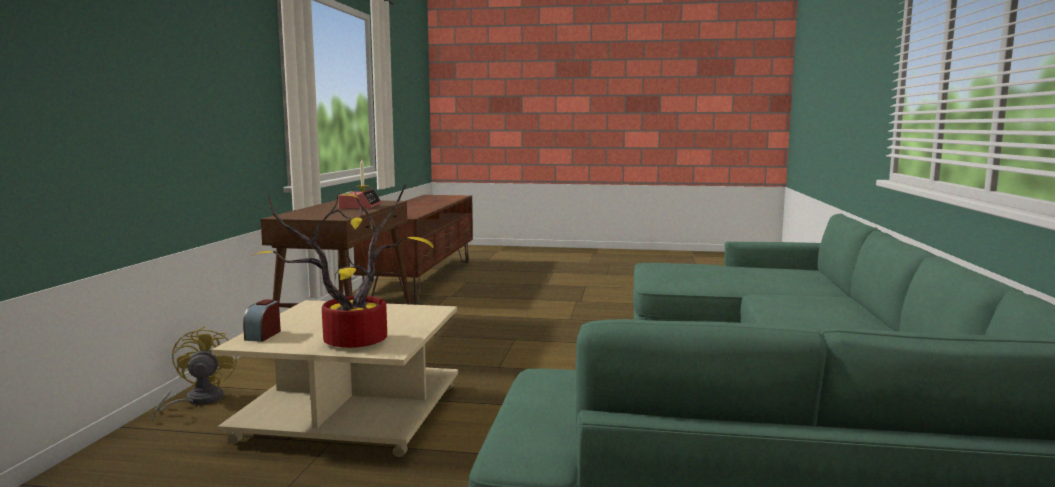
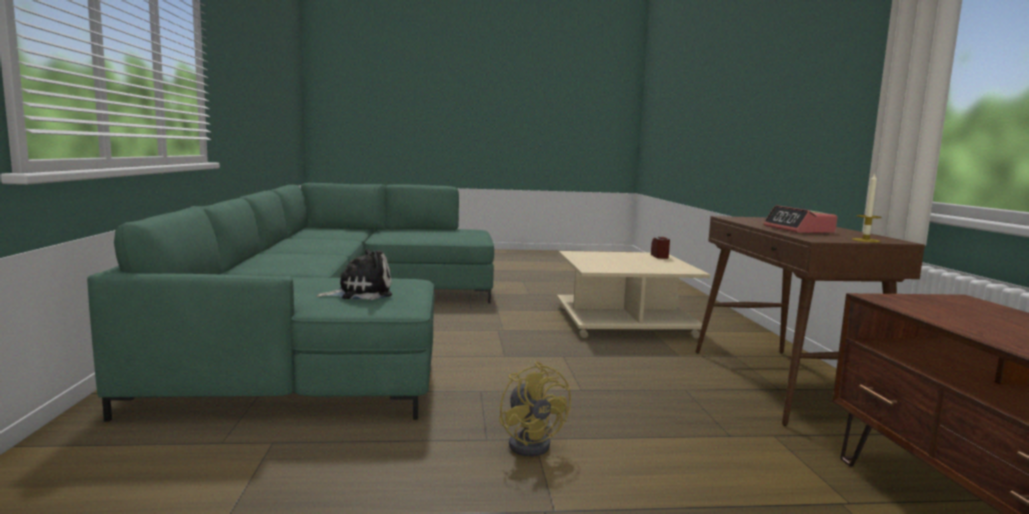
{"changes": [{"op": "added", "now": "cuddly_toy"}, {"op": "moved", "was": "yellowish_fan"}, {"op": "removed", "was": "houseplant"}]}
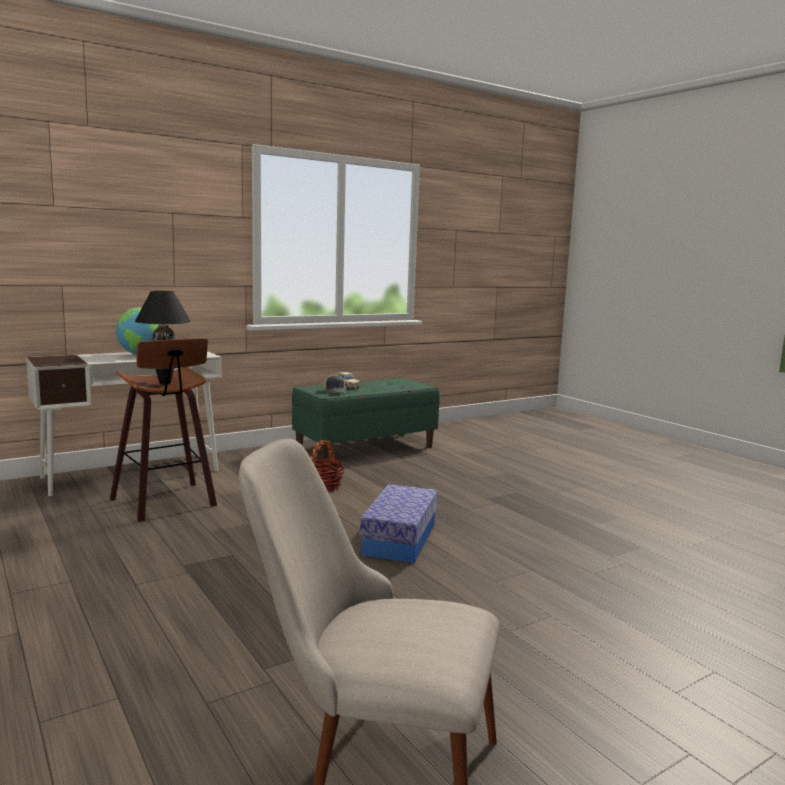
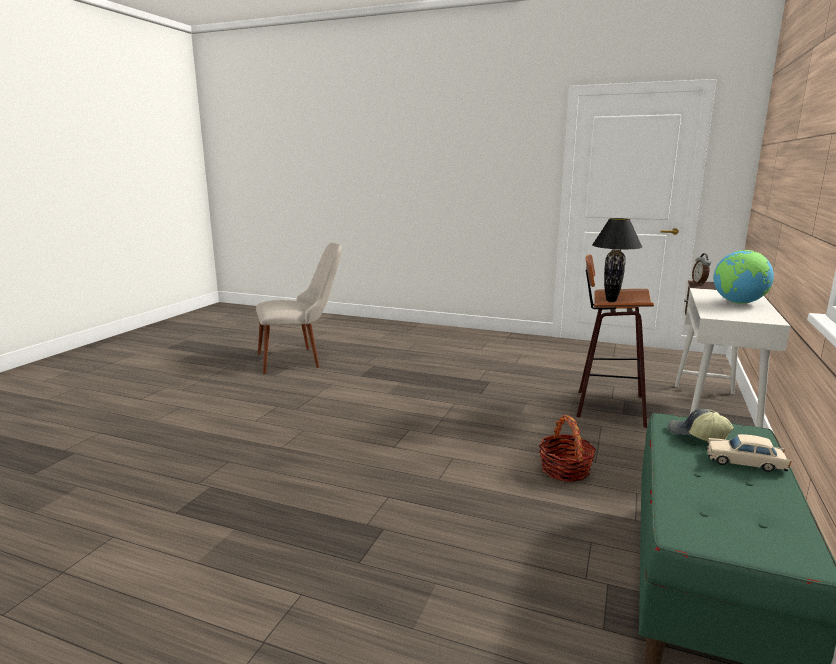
{"changes": [{"op": "added", "now": "alarm_clock"}, {"op": "removed", "was": "storage_box"}]}
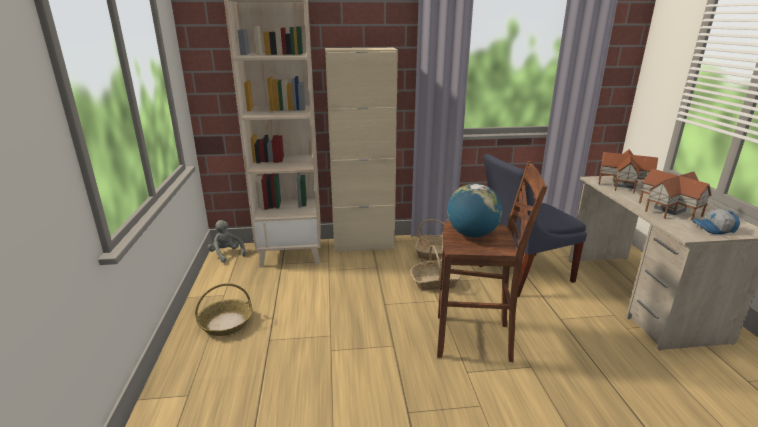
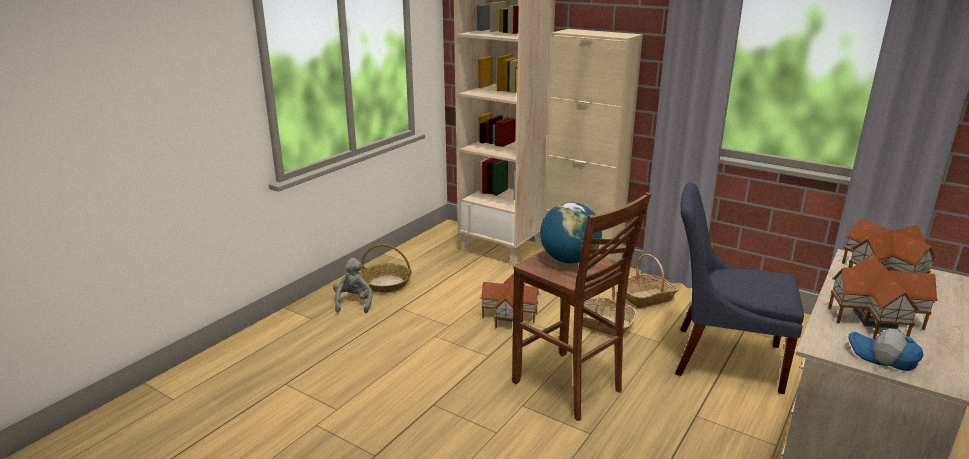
{"changes": [{"op": "moved", "was": "greyish_cuddly_toy"}, {"op": "added", "now": "model_house (1st from left)"}]}
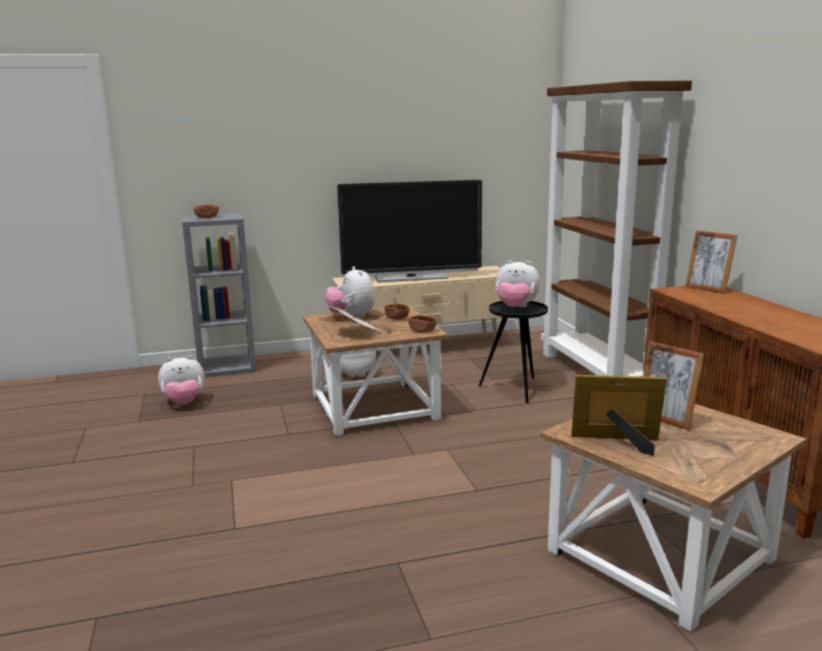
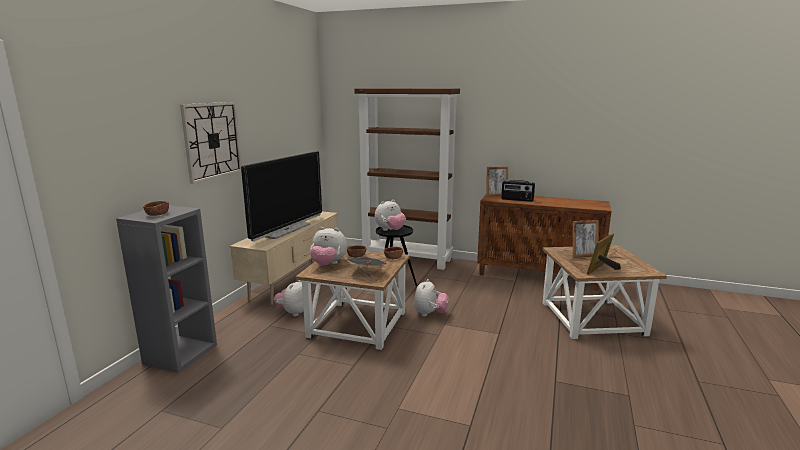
{"changes": [{"op": "added", "now": "wall_clock"}, {"op": "moved", "was": "cuddly_toy (1st from left in the first image)", "now": "cuddly_toy (4th from left)"}, {"op": "added", "now": "radio_set"}]}
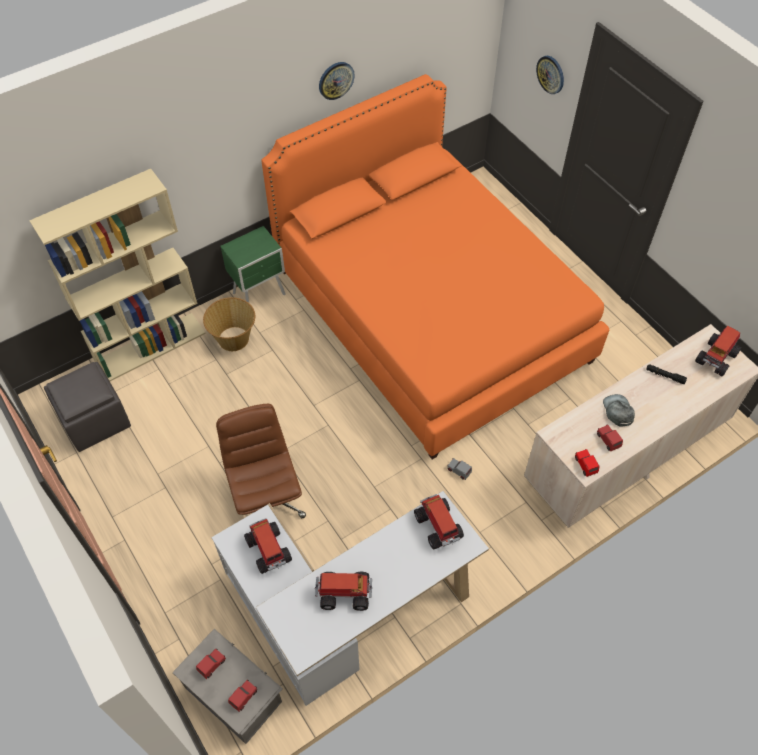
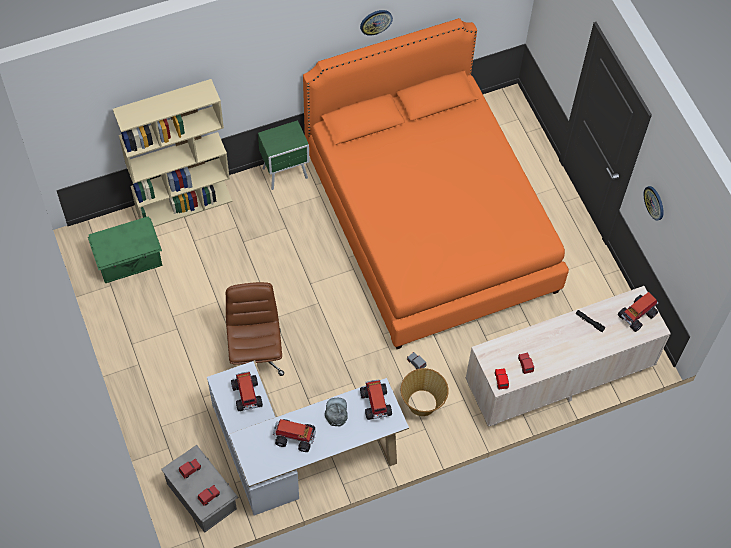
{"changes": [{"op": "replaced", "was": "greyish_pouffe", "now": "green-coloured_storage_box"}, {"op": "moved", "was": "greyish_peaked_cap"}, {"op": "moved", "was": "household_basket"}, {"op": "moved", "was": "wall_clock (2nd from left)"}]}
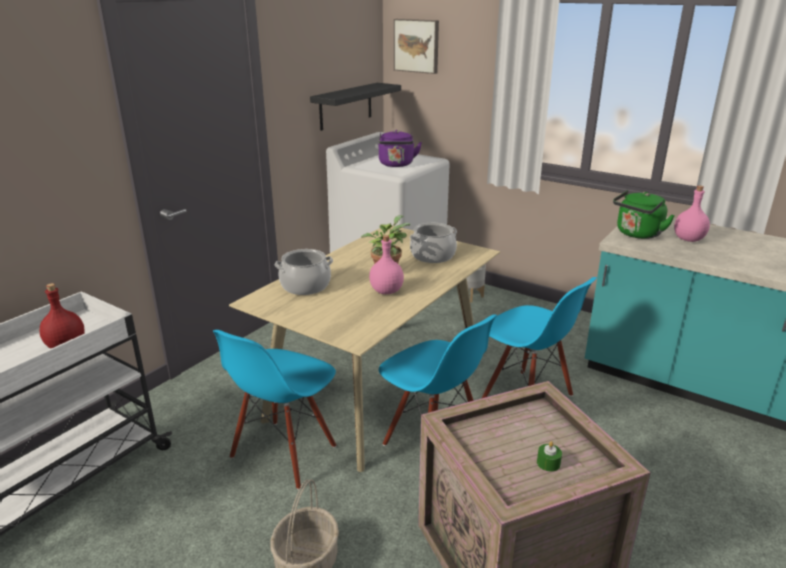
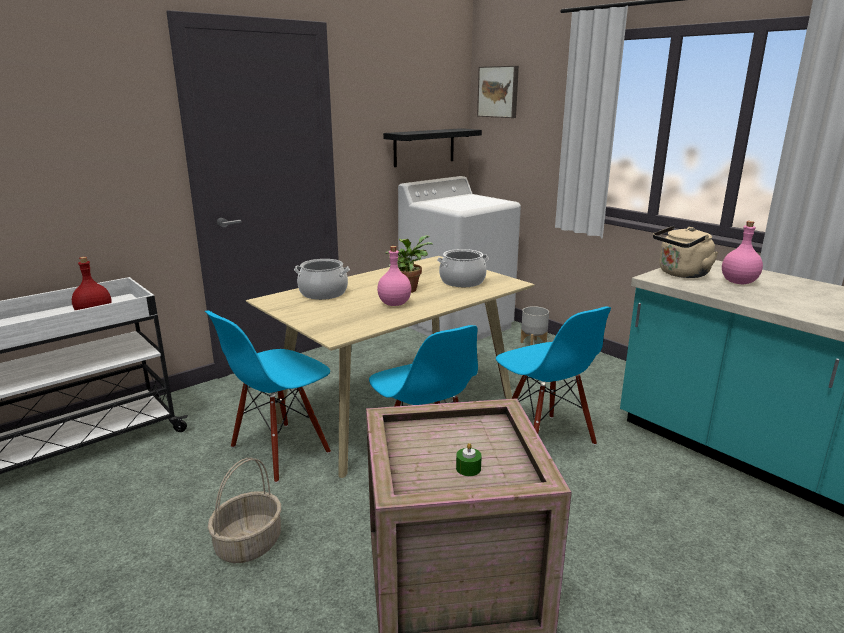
{"changes": [{"op": "recoloured", "was": "green-coloured_water_kettle", "now": "sand-coloured_water_kettle"}, {"op": "removed", "was": "purple_water_kettle"}]}
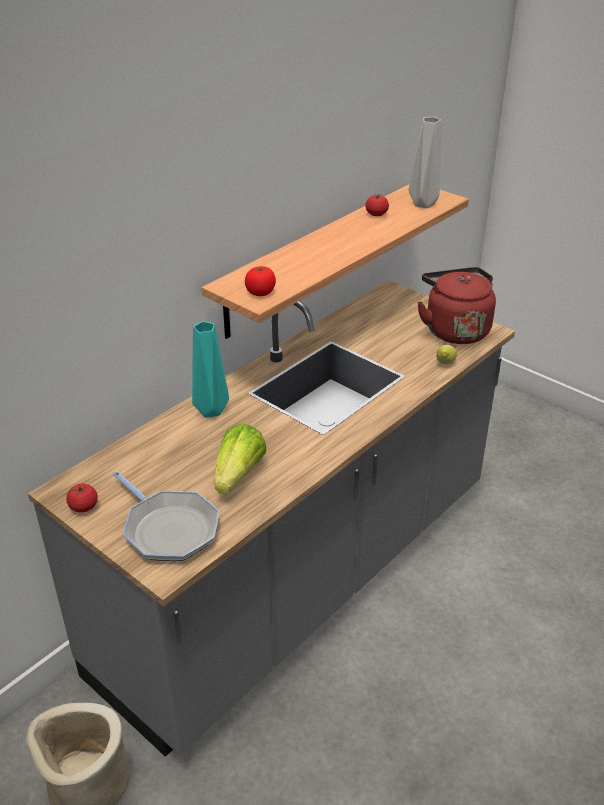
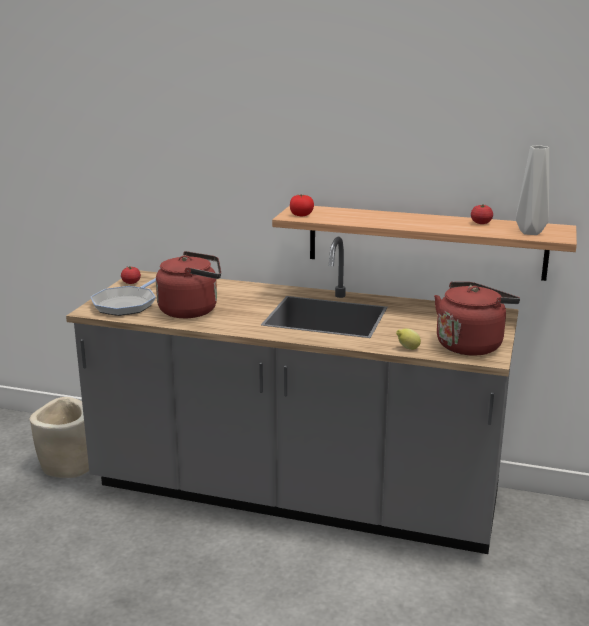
{"changes": [{"op": "replaced", "was": "lettuce_head", "now": "red_water_kettle (1st from left)"}, {"op": "removed", "was": "turquoise-coloured_vase"}]}
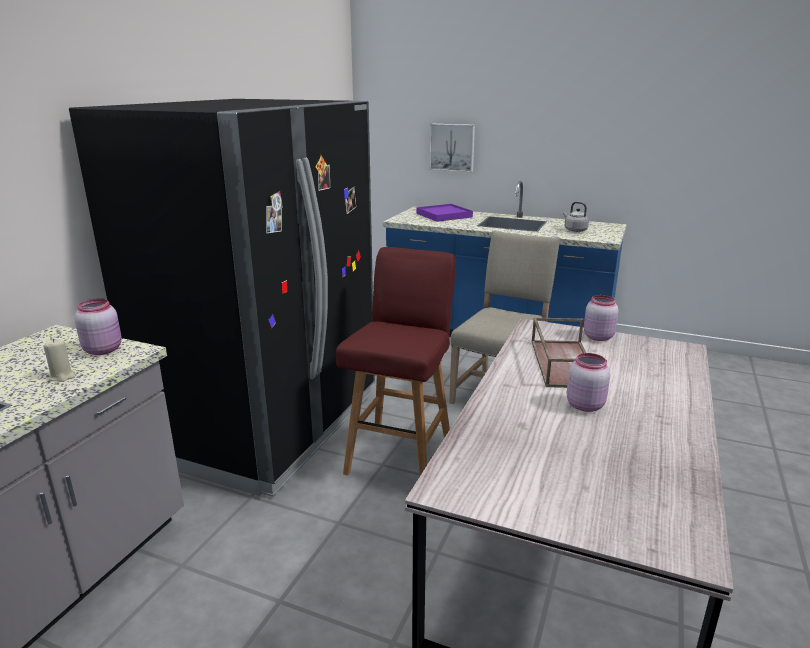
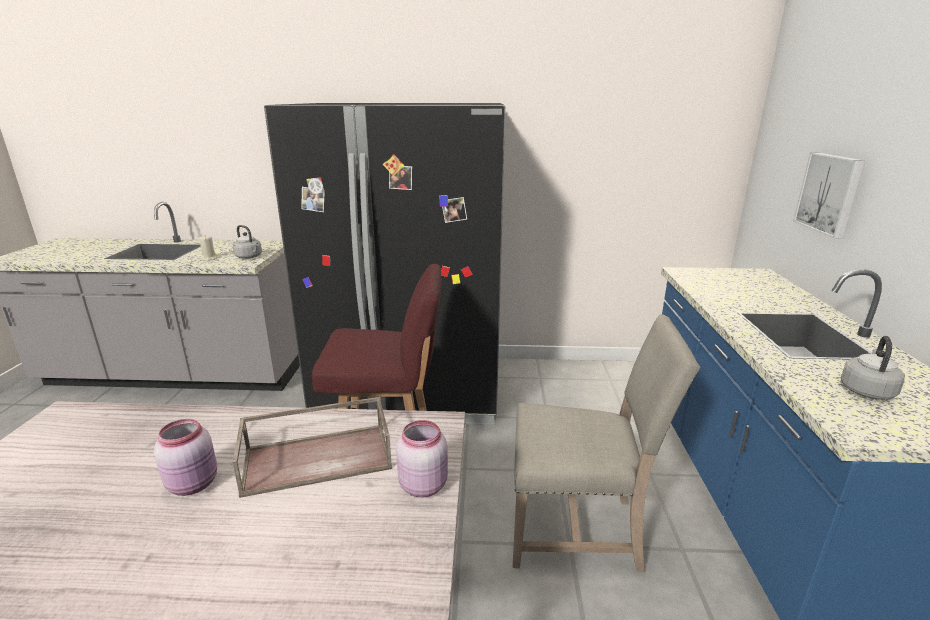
{"changes": [{"op": "replaced", "was": "pink-coloured_storage_jar (1st from left)", "now": "greyish_water_kettle (1st from left)"}, {"op": "removed", "was": "purple_tray"}]}
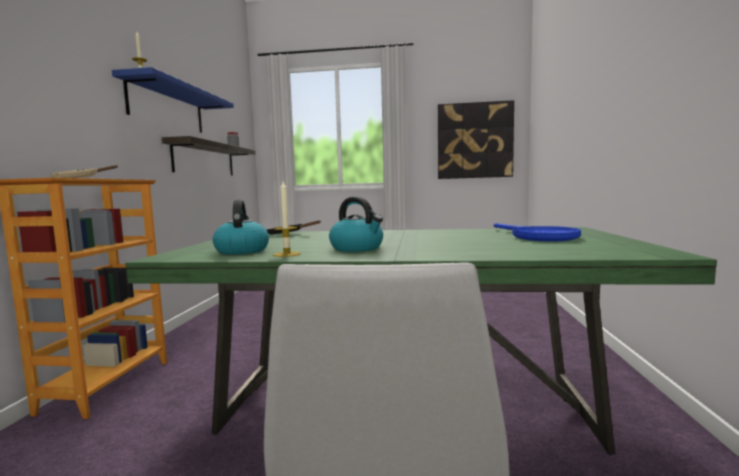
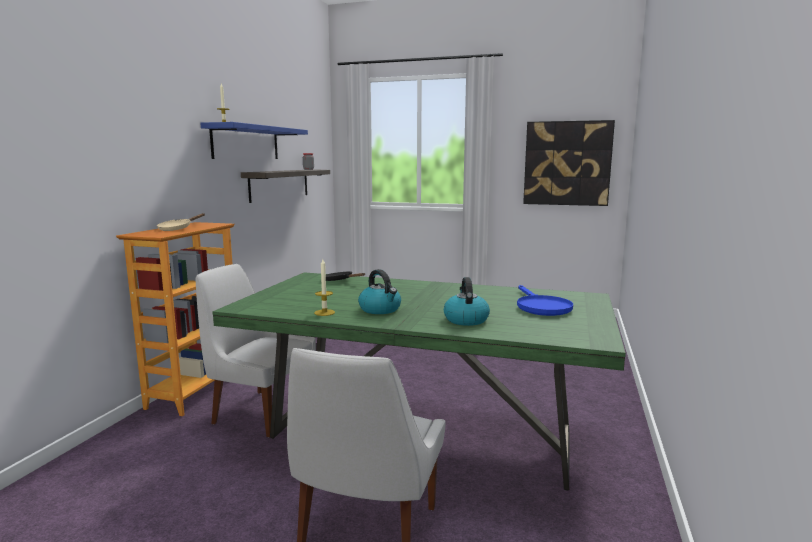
{"changes": [{"op": "added", "now": "white_plain_chair (1st from left)"}, {"op": "moved", "was": "water_kettle (1st from left in the first image)", "now": "water_kettle (2nd from left)"}]}
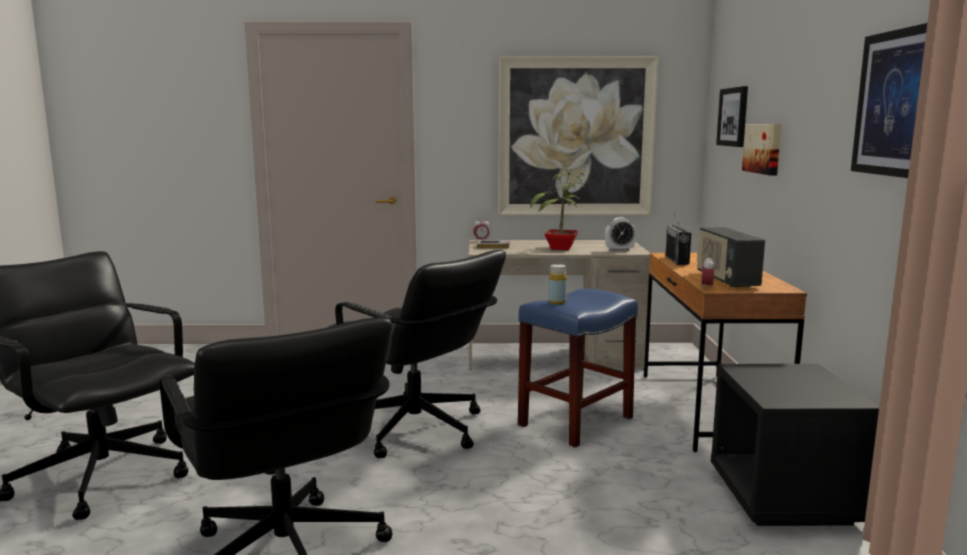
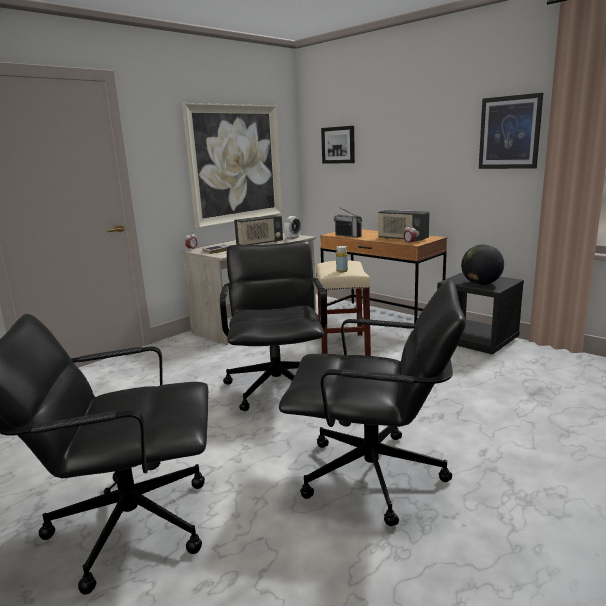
{"changes": [{"op": "turned", "was": "black_computer_chair (3rd from left in the first image)", "clockwise": -90}, {"op": "replaced", "was": "houseplant", "now": "radio_set (1st from left)"}, {"op": "recoloured", "was": "blue-coloured_sitting_stool", "now": "sand-coloured_sitting_stool"}, {"op": "added", "now": "globe"}, {"op": "removed", "was": "picture (3rd from left)"}]}
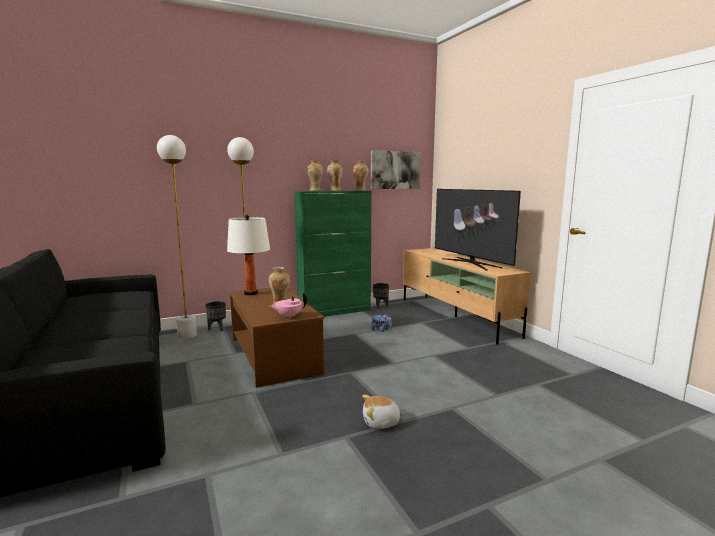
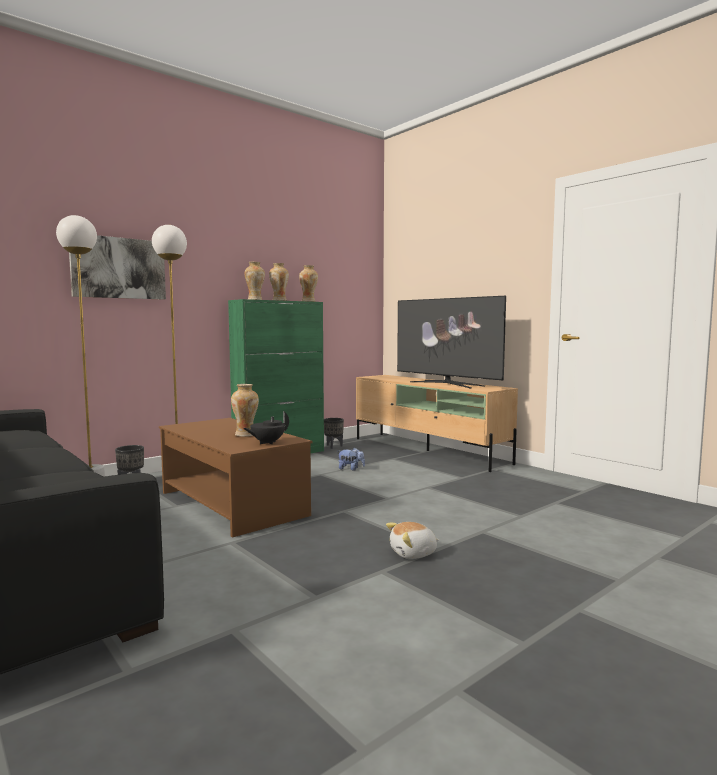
{"changes": [{"op": "moved", "was": "picture"}, {"op": "recoloured", "was": "pink-coloured_tea_pot", "now": "black_tea_pot"}, {"op": "removed", "was": "white_table_lamp"}]}
